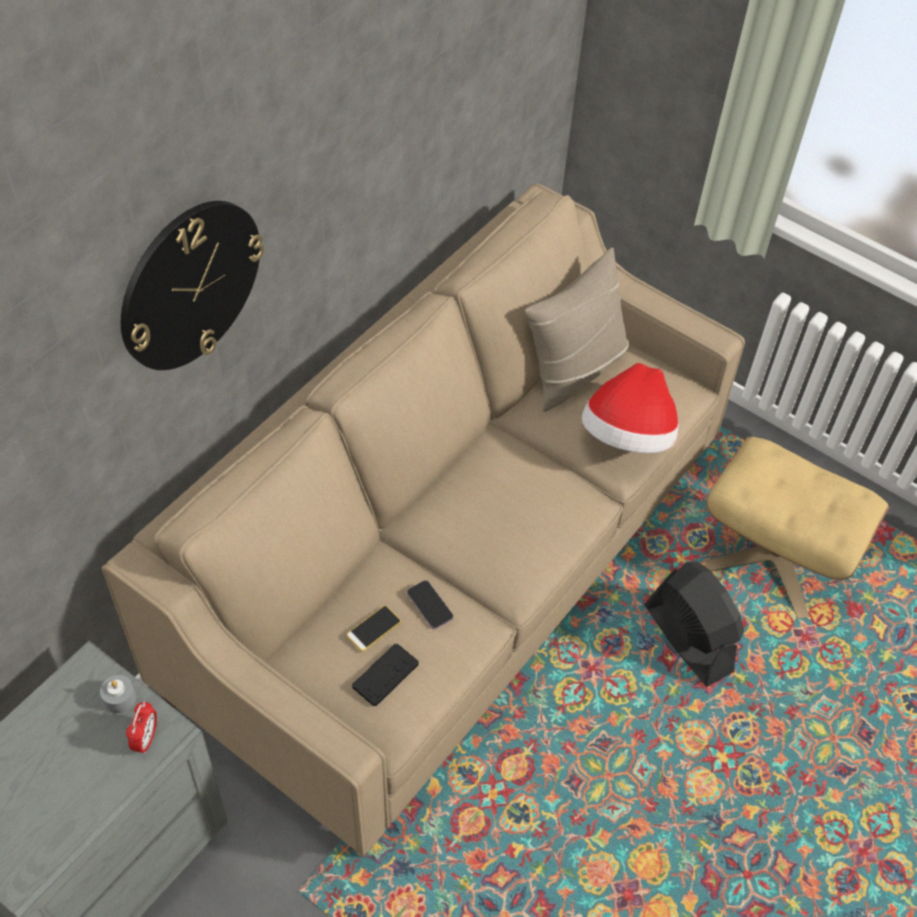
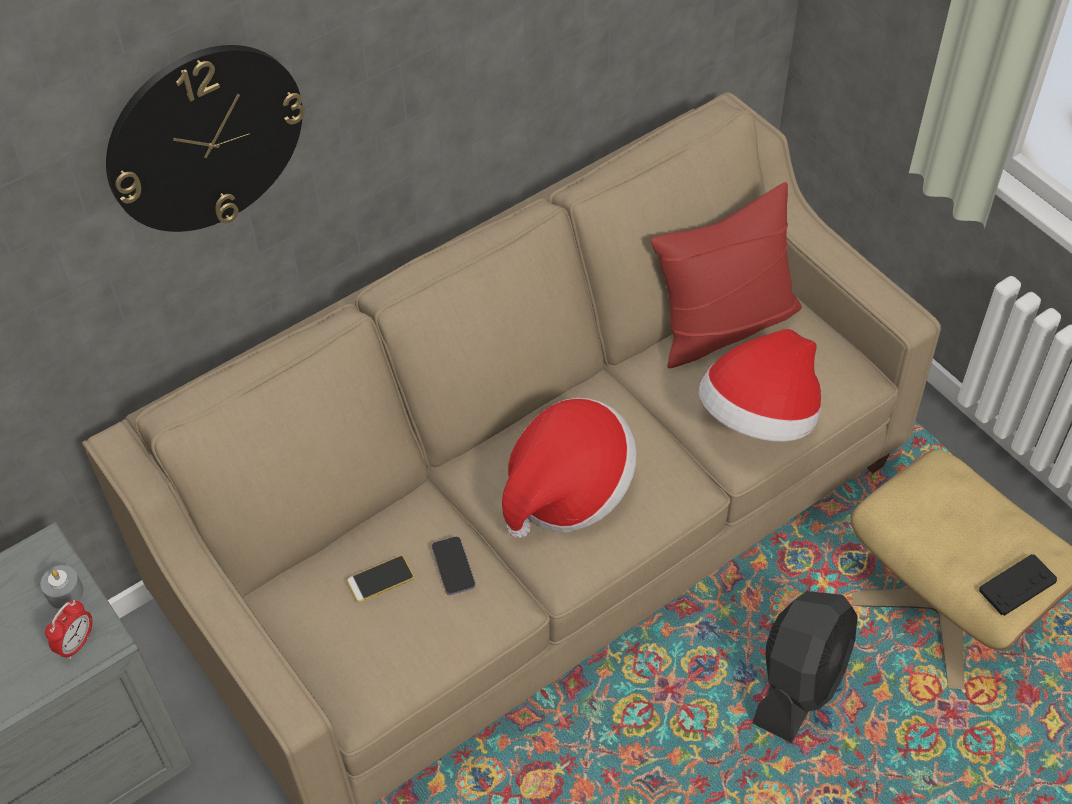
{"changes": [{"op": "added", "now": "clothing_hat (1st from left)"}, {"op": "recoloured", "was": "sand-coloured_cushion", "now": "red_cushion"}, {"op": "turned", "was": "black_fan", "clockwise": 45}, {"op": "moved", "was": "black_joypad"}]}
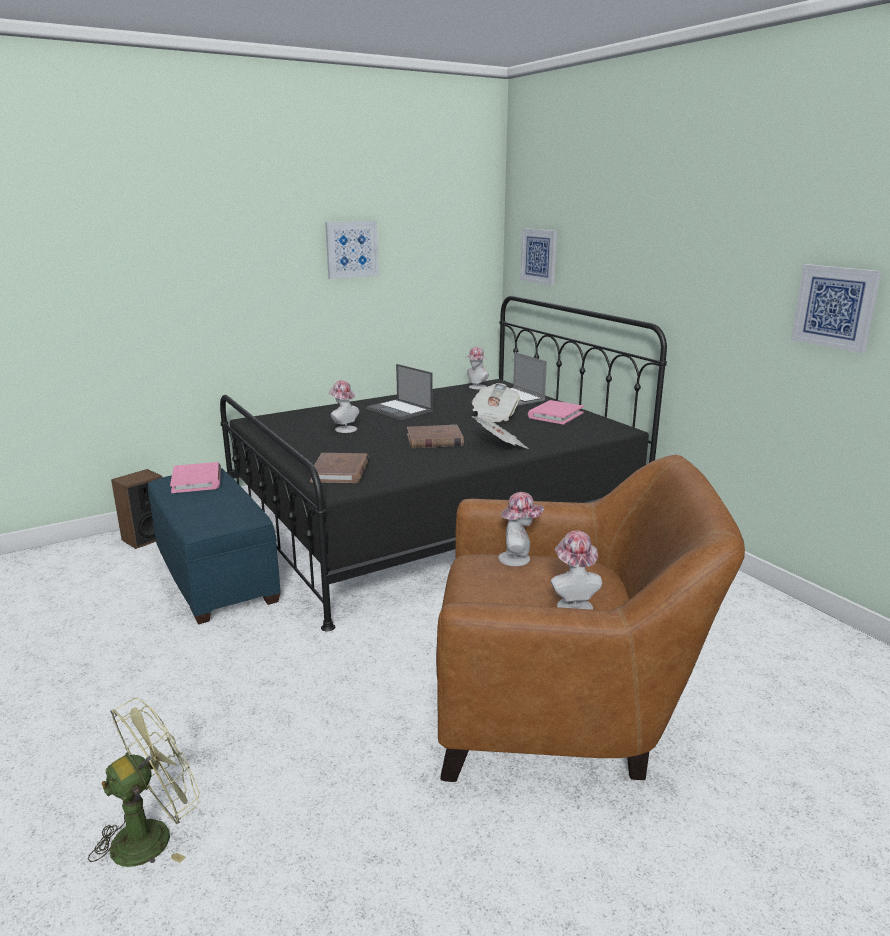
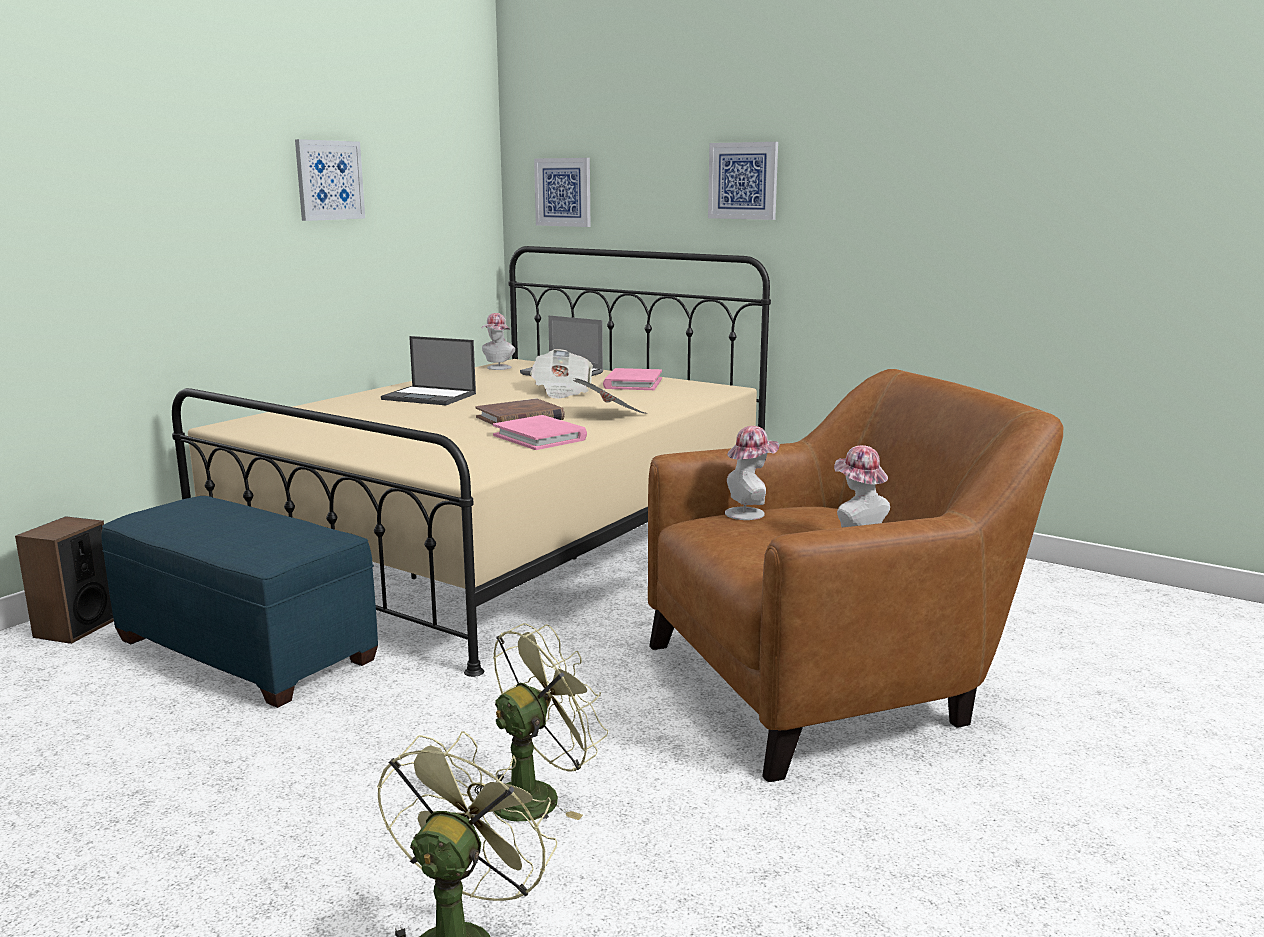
{"changes": [{"op": "recoloured", "was": "black_bedroom_bed", "now": "sand-coloured_bedroom_bed"}, {"op": "added", "now": "green-coloured_fan (2nd from left)"}, {"op": "moved", "was": "pink-coloured_volume (1st from left)"}, {"op": "moved", "was": "picture (3rd from left)"}, {"op": "removed", "was": "brown_volume (1st from left)"}, {"op": "removed", "was": "clothing_hat (1st from left)"}]}
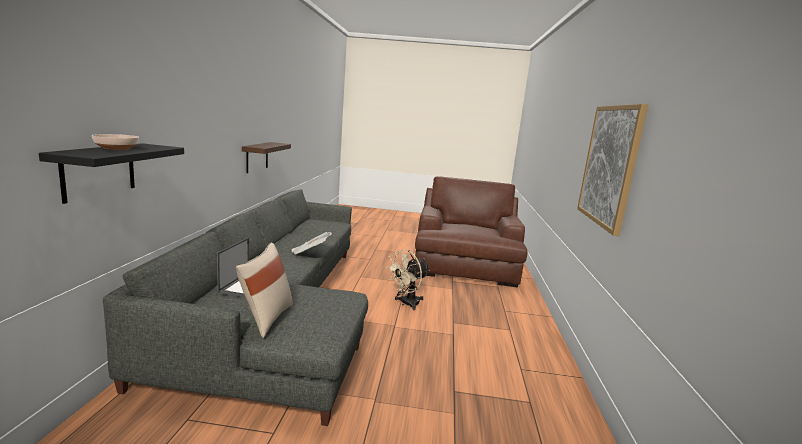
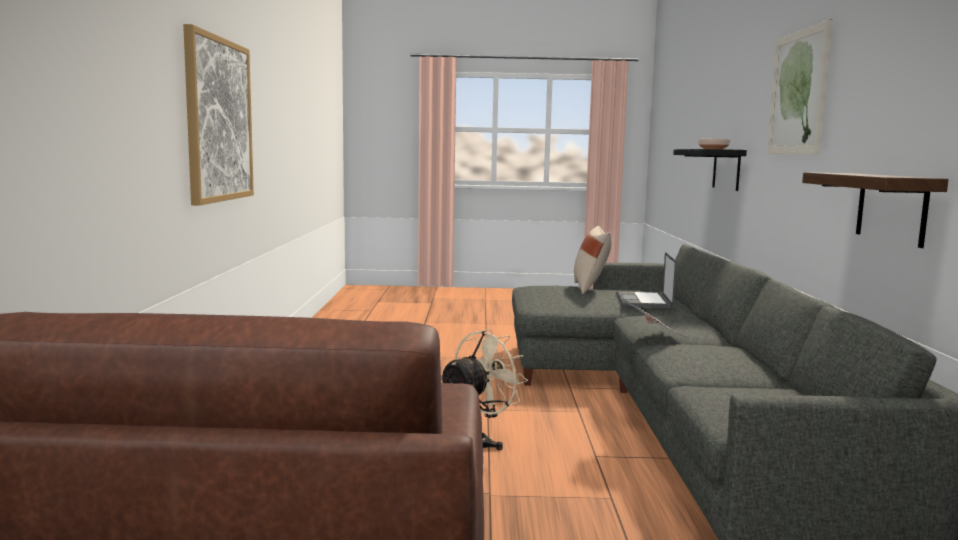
{"changes": [{"op": "added", "now": "picture (2nd from left)"}]}
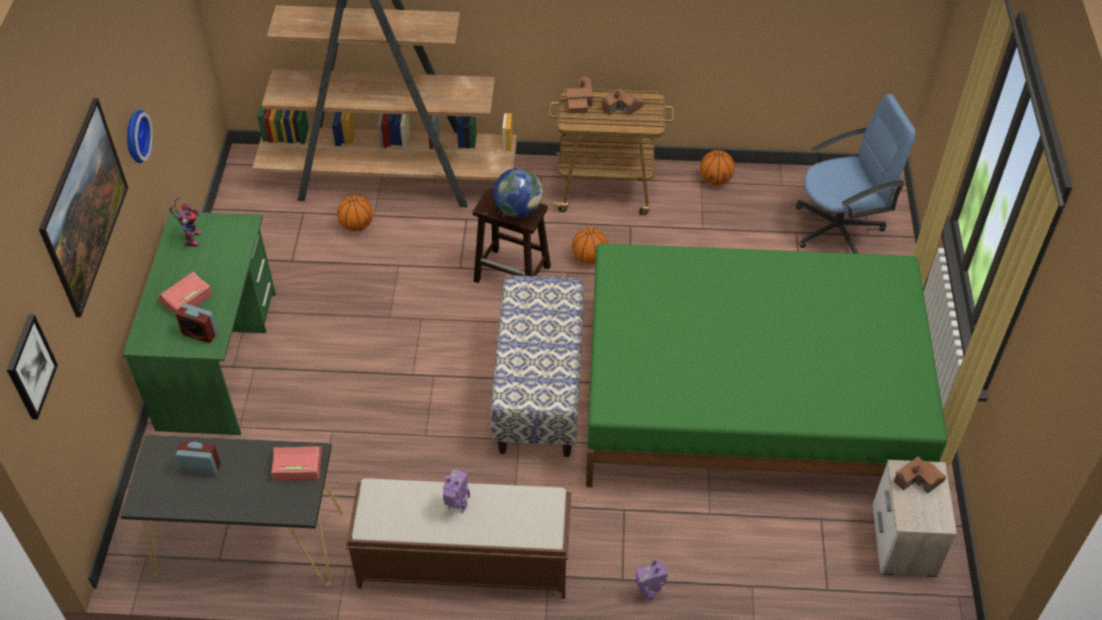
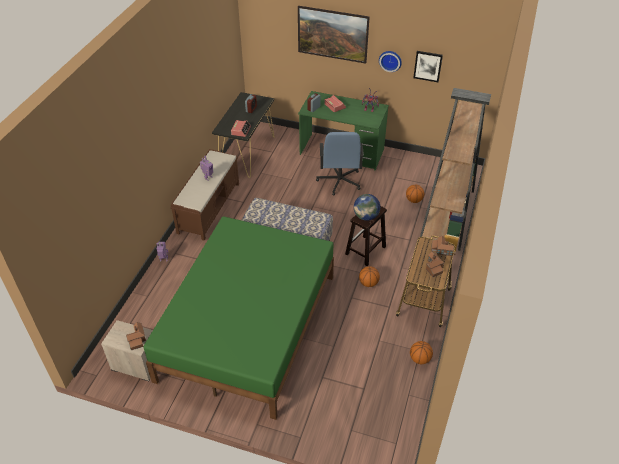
{"changes": [{"op": "moved", "was": "blue-coloured_computer_chair"}, {"op": "moved", "was": "picture (1st from left in the first image)", "now": "picture (2nd from left)"}]}
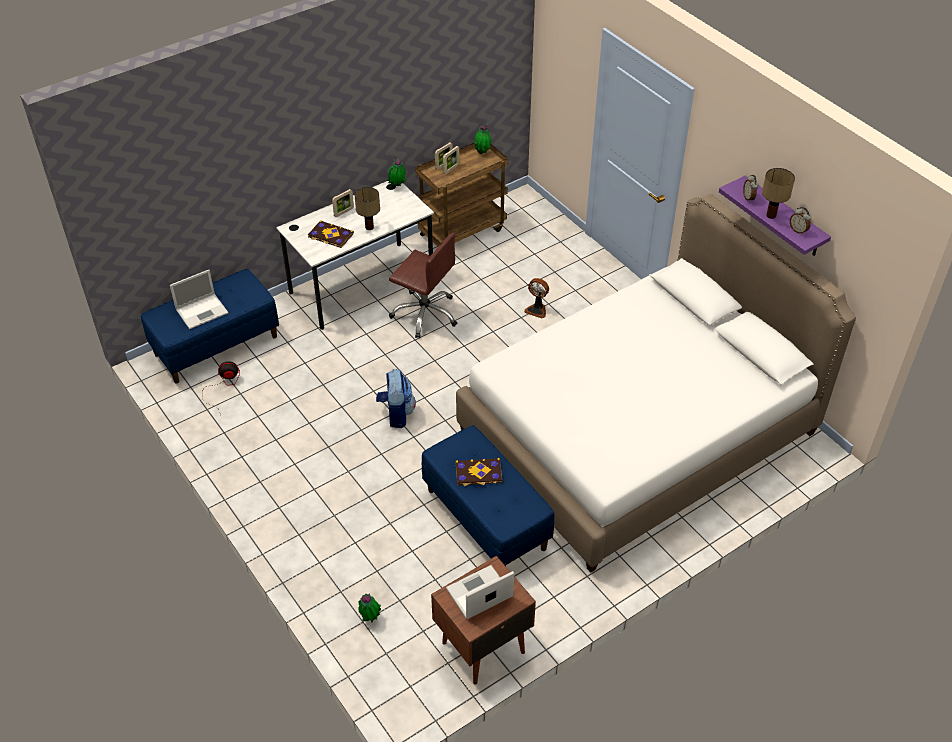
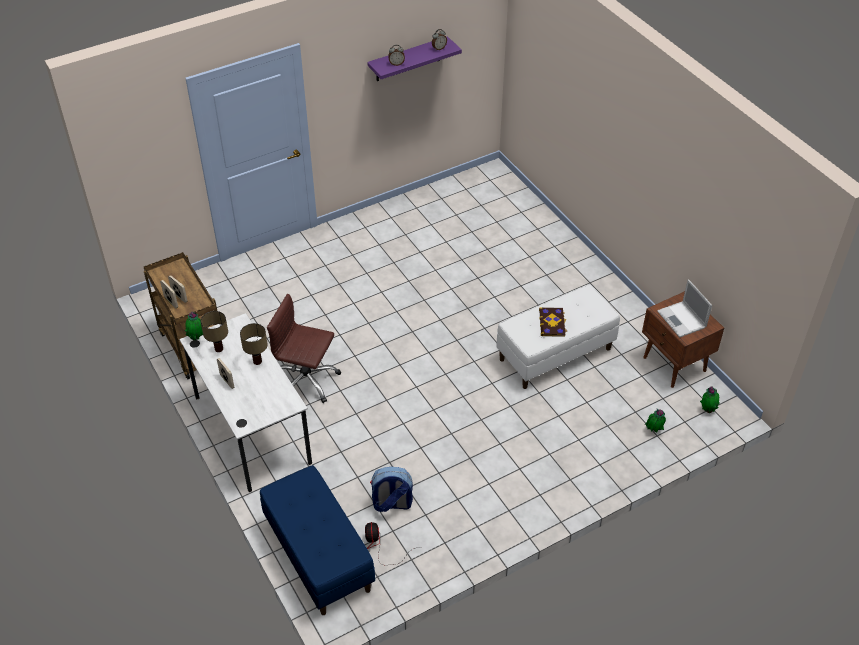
{"changes": [{"op": "moved", "was": "table_lamp (2nd from left in the first image)", "now": "table_lamp (1st from left)"}, {"op": "turned", "was": "brown_computer_chair", "clockwise": -105}, {"op": "moved", "was": "knapsack"}, {"op": "recoloured", "was": "blue-coloured_long_seat (2nd from left)", "now": "white_long_seat"}, {"op": "moved", "was": "houseplant (3rd from left)"}, {"op": "removed", "was": "notebook_computer (1st from left)"}, {"op": "removed", "was": "volume (1st from left)"}, {"op": "removed", "was": "white_bedroom_bed"}, {"op": "removed", "was": "fan (2nd from left)"}]}
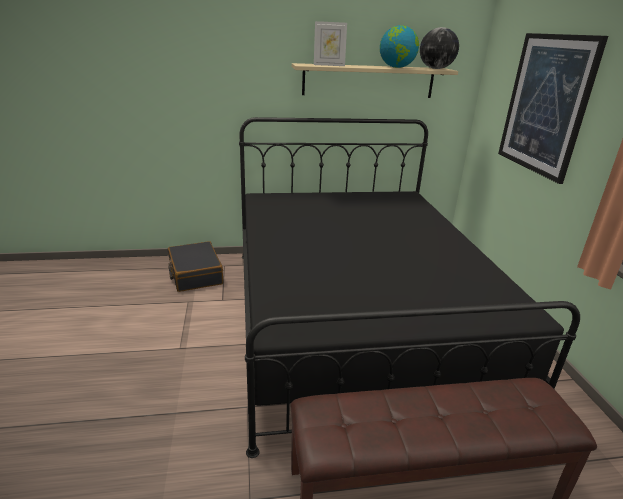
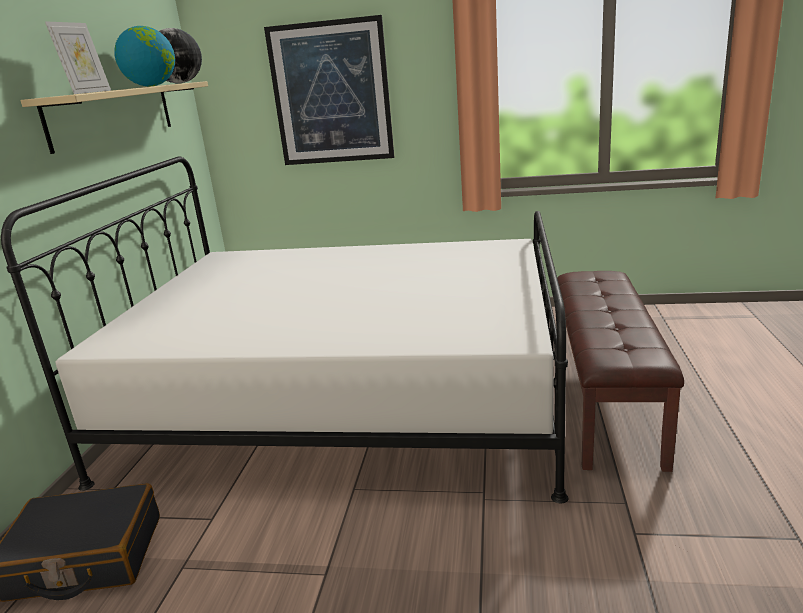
{"changes": [{"op": "recoloured", "was": "black_bedroom_bed", "now": "white_bedroom_bed"}]}
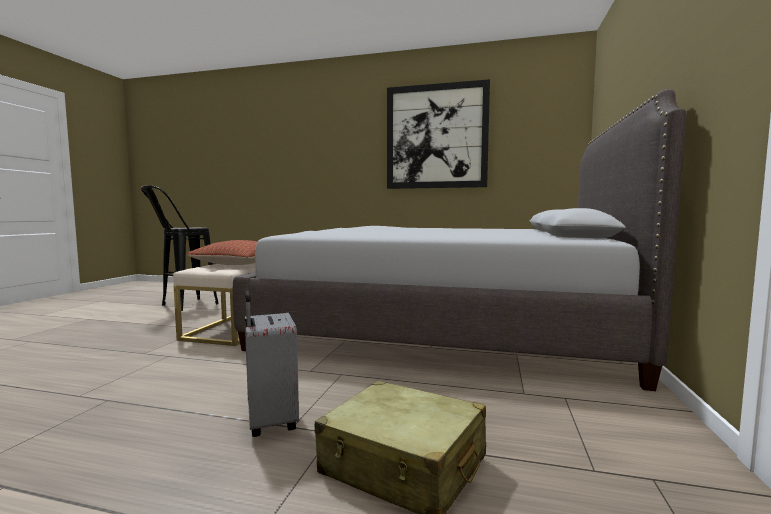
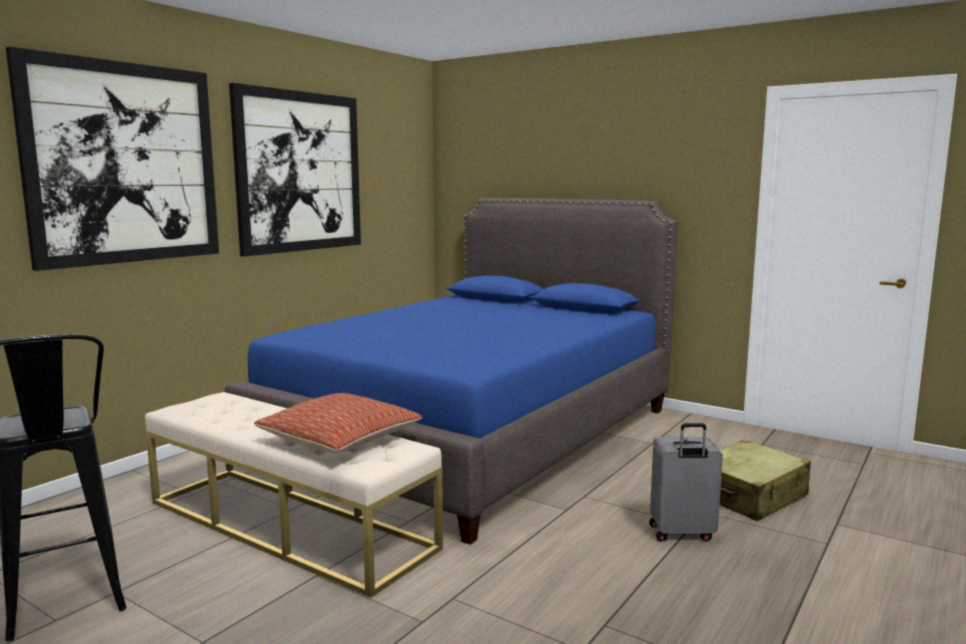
{"changes": [{"op": "added", "now": "picture (1st from left)"}, {"op": "recoloured", "was": "greyish_bedroom_bed", "now": "blue-coloured_bedroom_bed"}]}
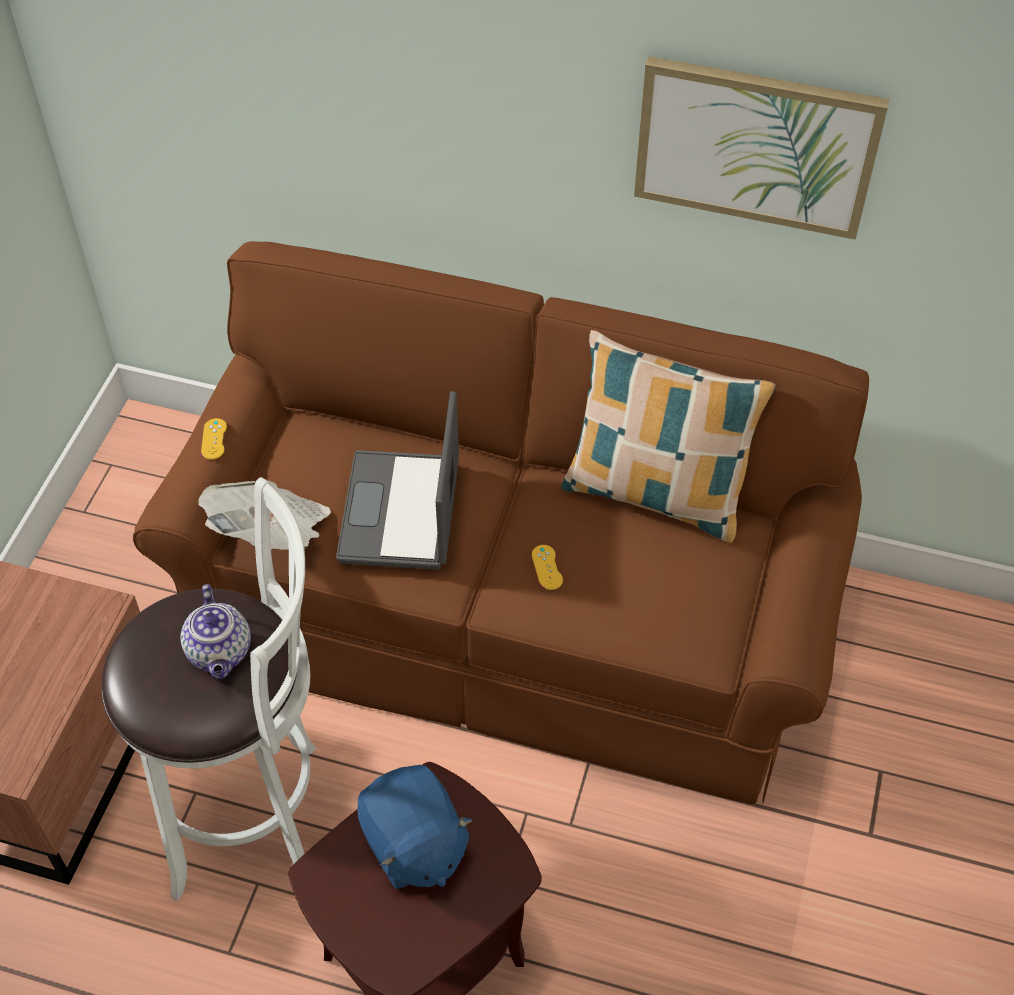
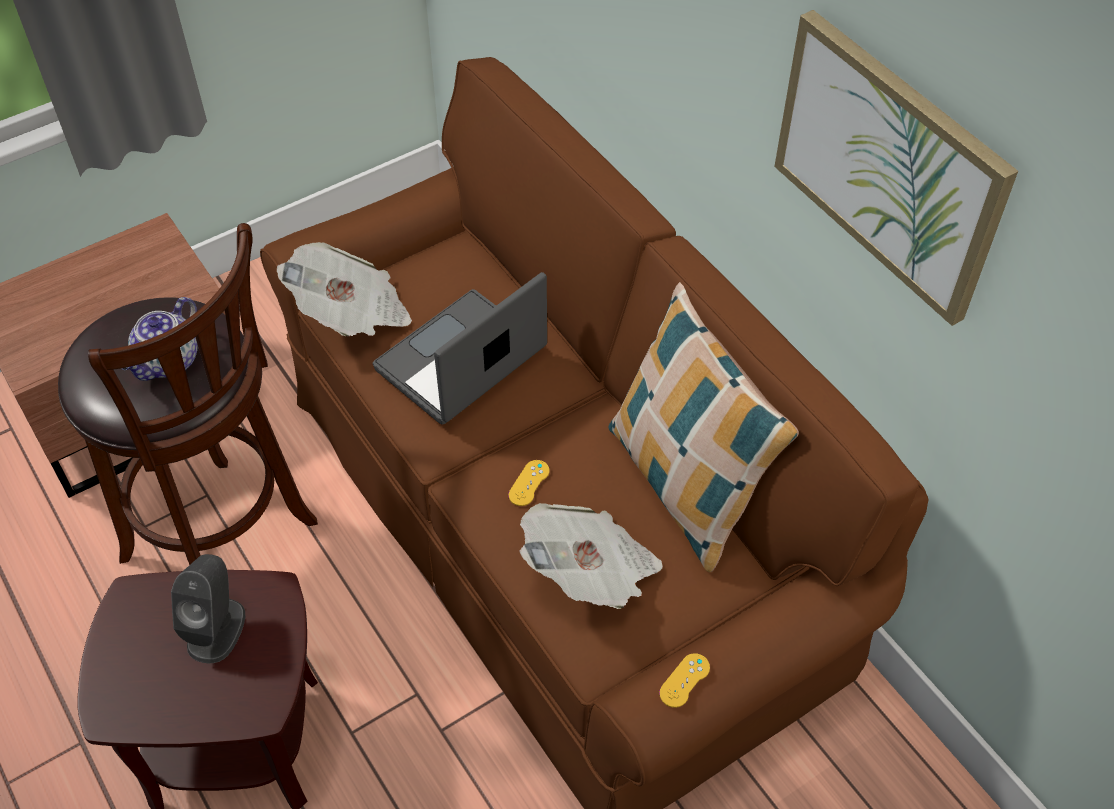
{"changes": [{"op": "recoloured", "was": "white_sitting_stool", "now": "brown_sitting_stool"}, {"op": "replaced", "was": "blue-coloured_cuddly_toy", "now": "greyish_speaker"}, {"op": "added", "now": "daily_paper (2nd from left)"}, {"op": "moved", "was": "yellowish_joypad (1st from left in the first image)", "now": "yellowish_joypad (2nd from left)"}]}
